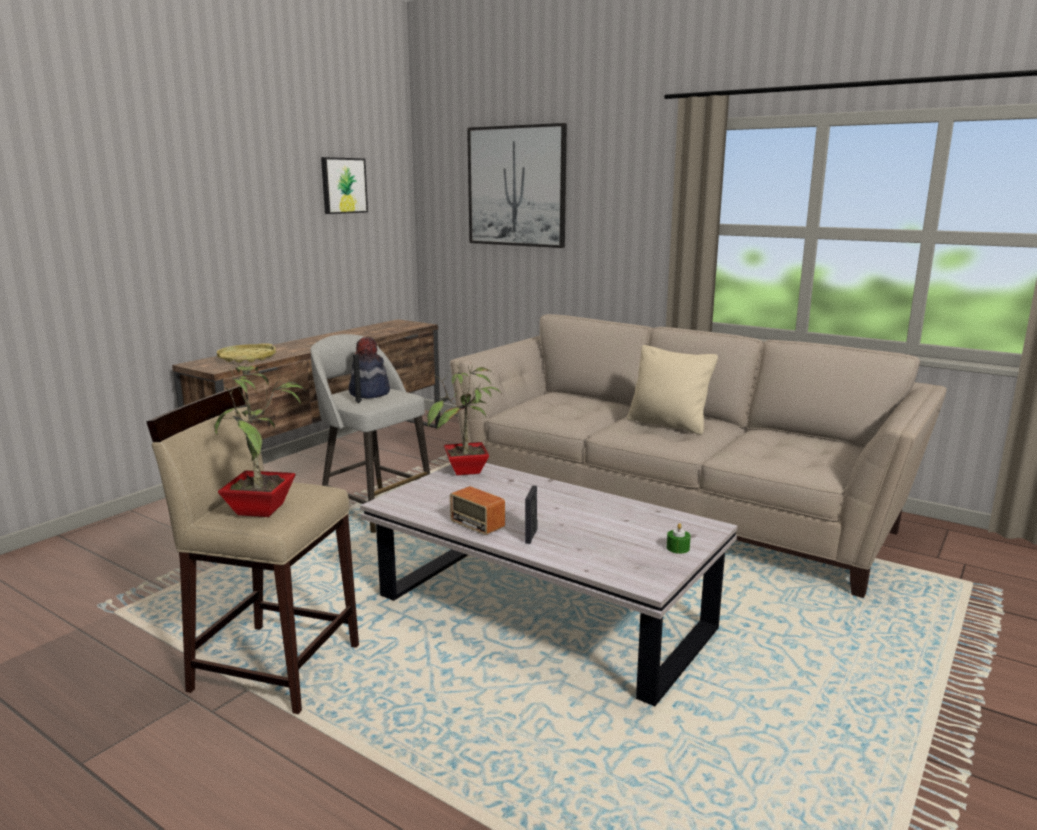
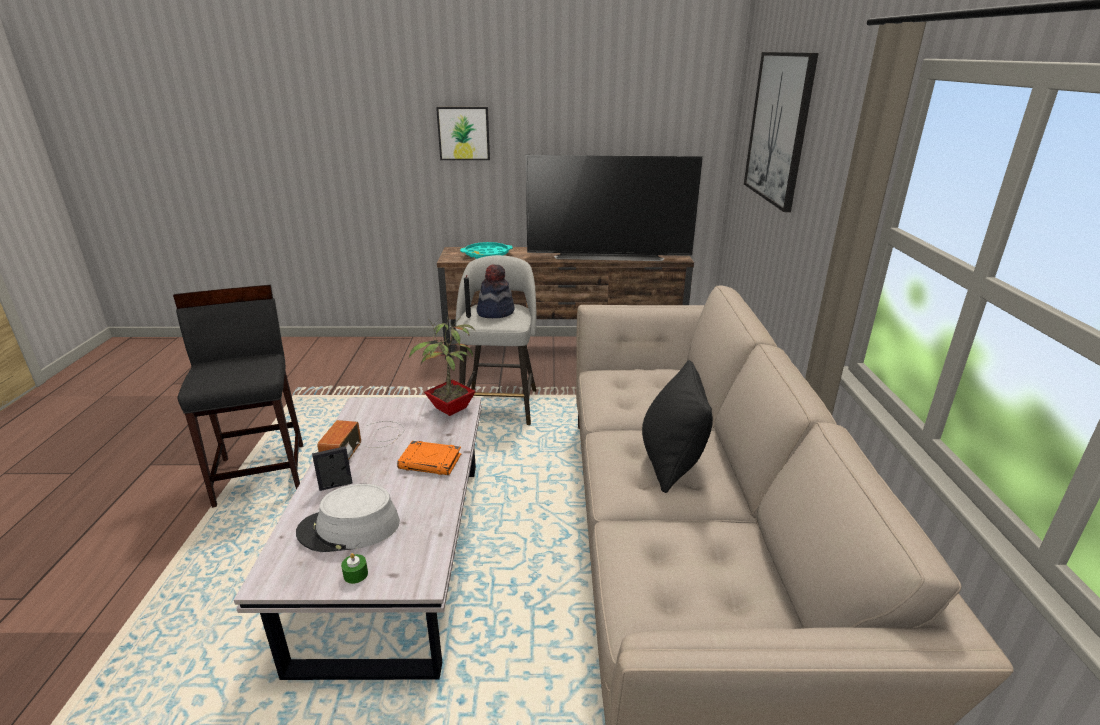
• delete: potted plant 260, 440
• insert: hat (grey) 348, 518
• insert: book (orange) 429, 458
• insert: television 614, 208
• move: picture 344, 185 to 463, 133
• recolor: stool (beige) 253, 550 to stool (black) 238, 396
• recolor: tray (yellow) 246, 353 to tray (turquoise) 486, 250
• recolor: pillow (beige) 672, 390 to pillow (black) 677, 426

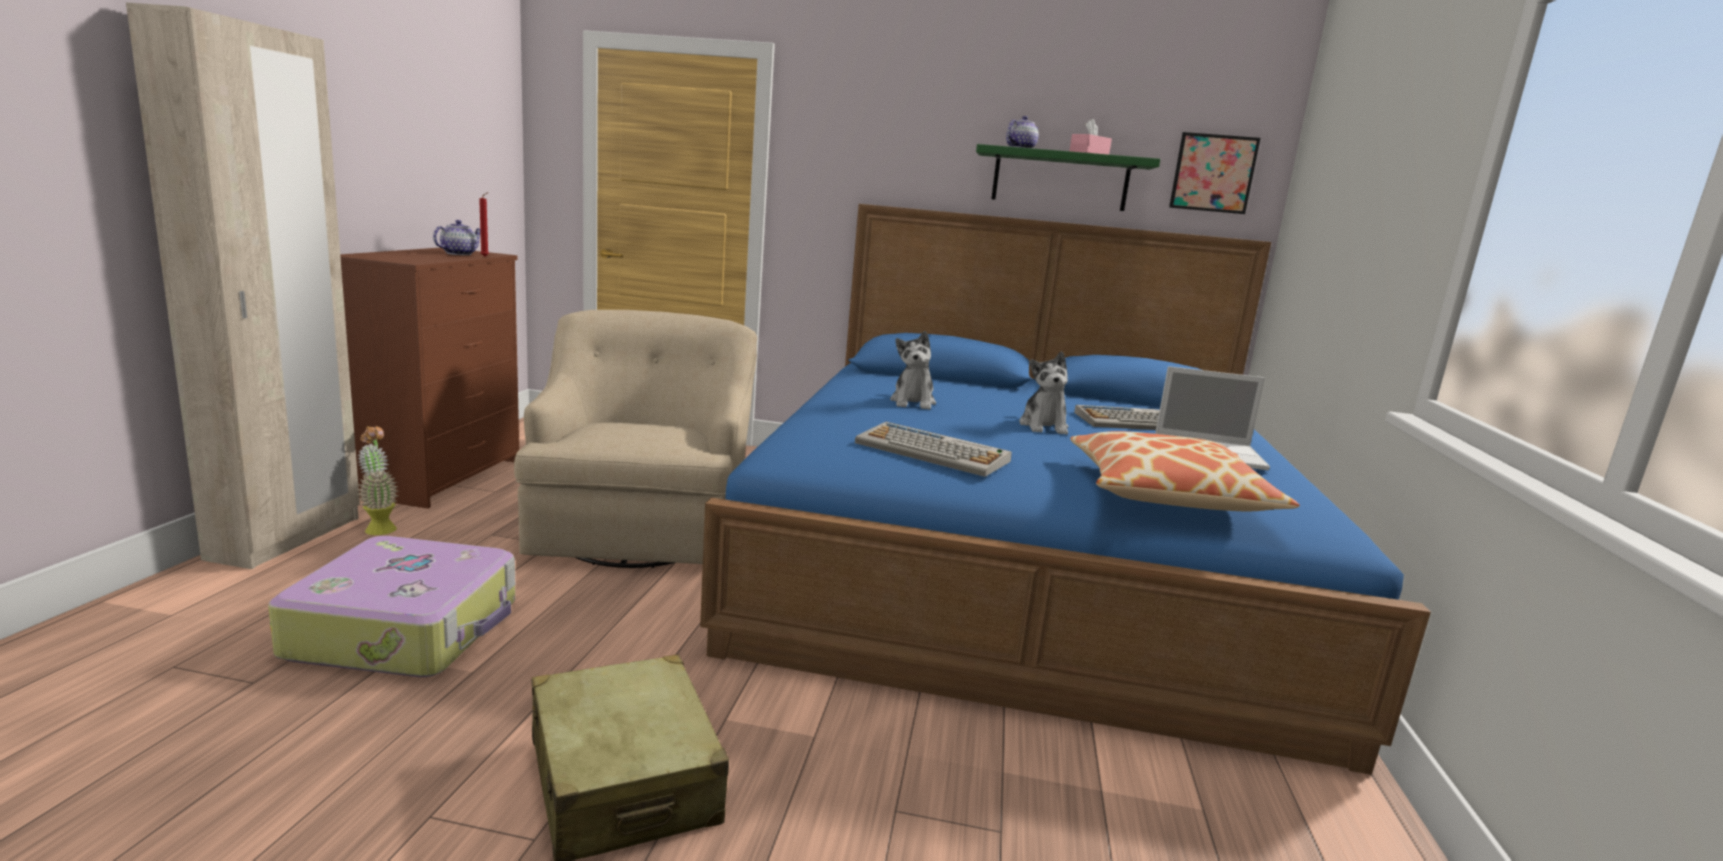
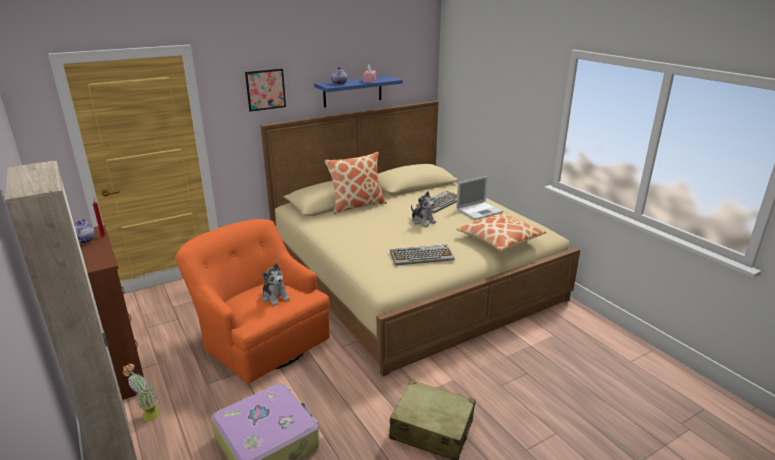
• insert: pillow 356, 183
• move: plush toy 913, 370 to 276, 284
• move: picture 1215, 173 to 265, 90
• recolor: armchair (beige) 635, 439 to armchair (orange) 252, 301
• recolor: bed (blue) 1065, 489 to bed (beige) 420, 238
• recolor: shelf (green) 1068, 177 to shelf (blue) 358, 92

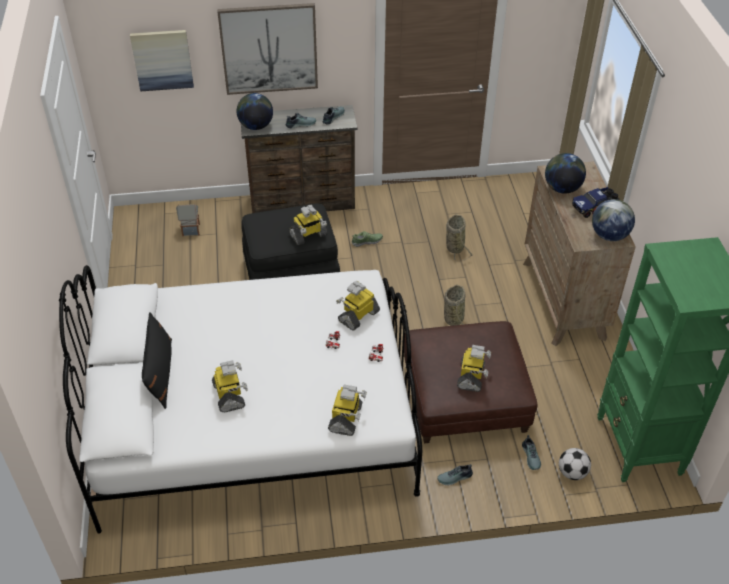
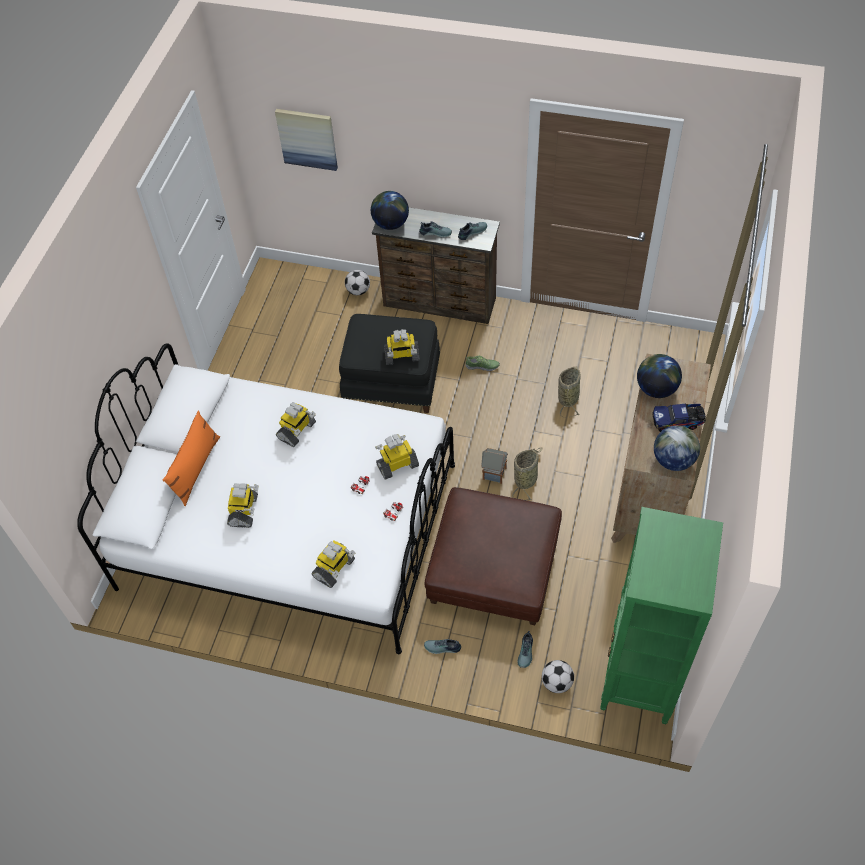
• delete: picture 267, 49
• insert: football 357, 282
• move: toy house 188, 220 to 494, 466
• move: toy robot 474, 368 to 296, 424
• recolor: pillow (black) 157, 360 to pillow (orange) 191, 458

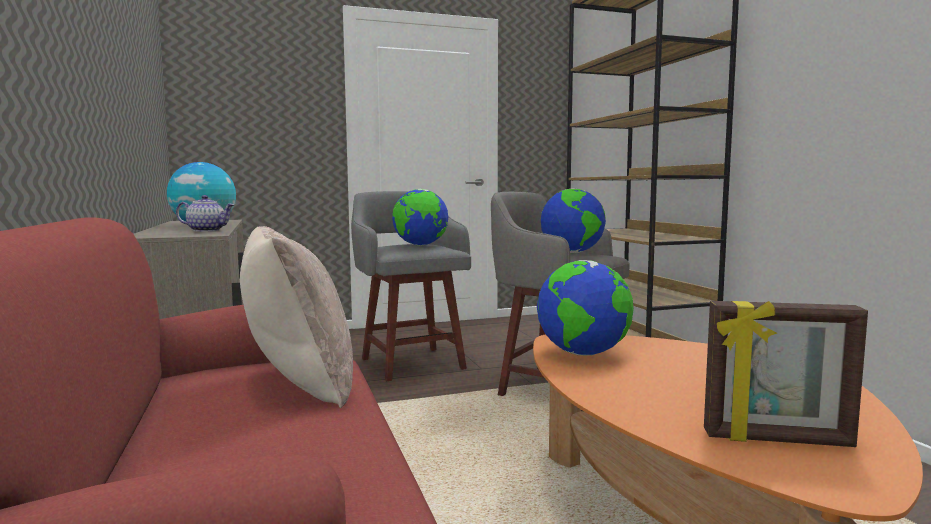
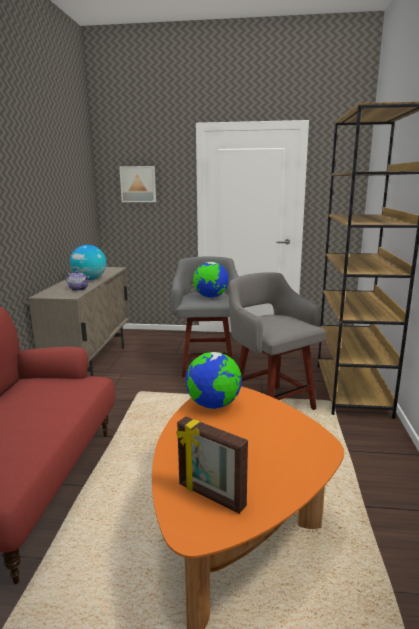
• delete: pillow (beige) 296, 317
• delete: globe 573, 220
• insert: picture 137, 184

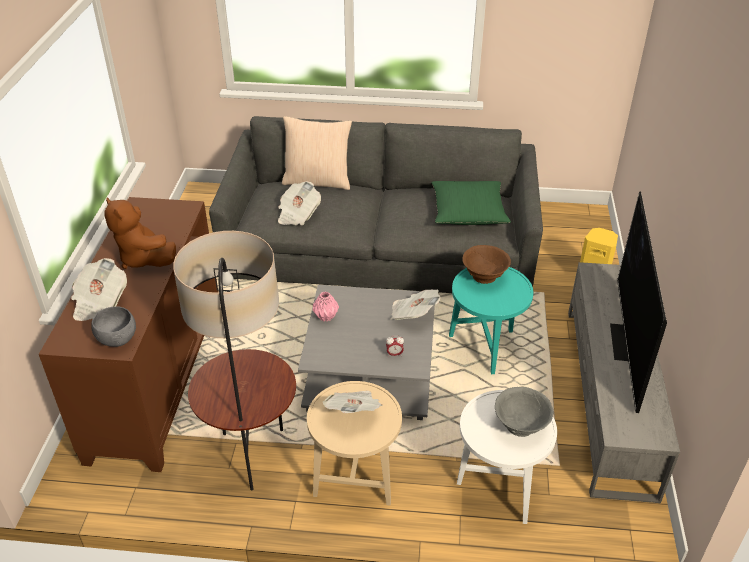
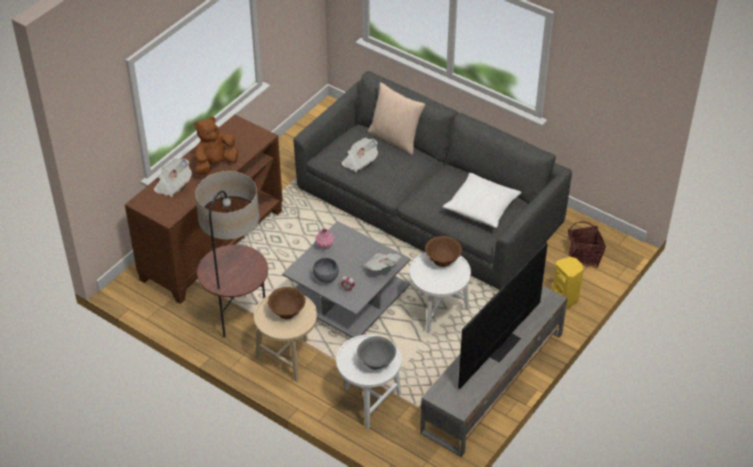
• insert: basket 587, 244
• move: bowl (grey) 113, 326 to 326, 270
• replace: newspaper 352, 401 to bowl (brown) 287, 303
• recolor: pillow (green) 471, 203 to pillow (white) 482, 200
• recolor: side table (turquoise) 491, 320 to side table (white) 440, 292
• rotate: plush toy (brown) 140, 233 = 216, 146 60 degrees clockwise

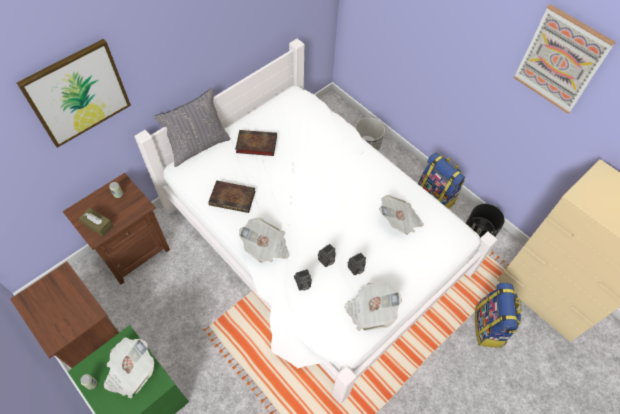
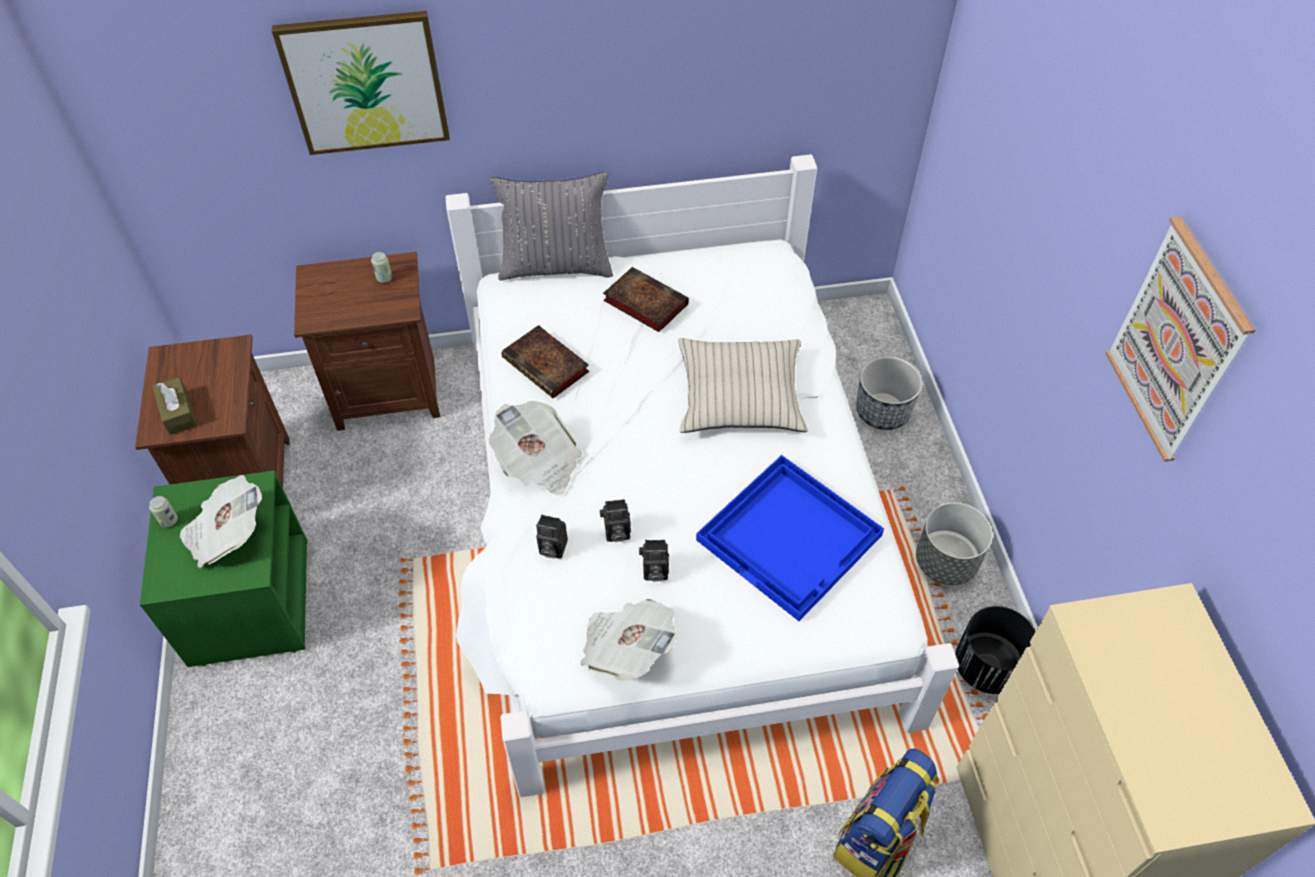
• insert: pillow (beige) 743, 385
• move: tissue box (brown) 96, 222 to 174, 406
• replace: newspaper 401, 214 to tray (blue) 790, 538
• replace: backpack 441, 181 to planter (grey) 954, 544

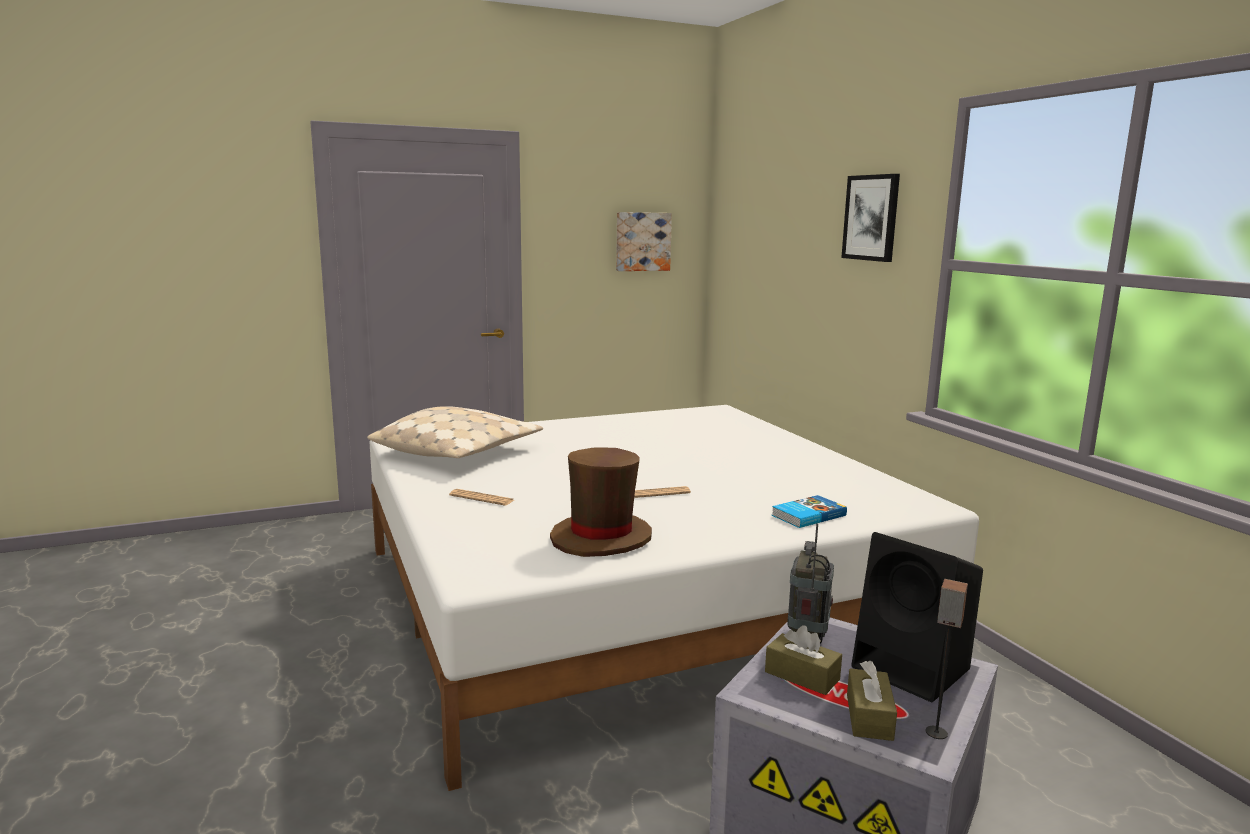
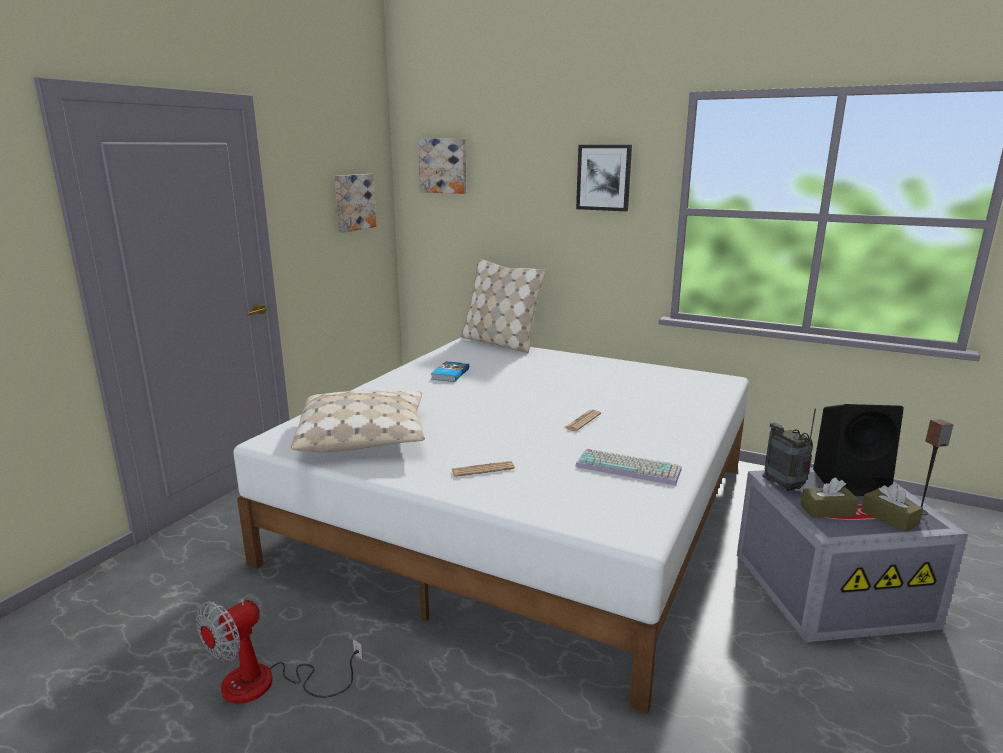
• insert: fan 279, 651
• insert: picture 442, 166
• insert: pillow (beige) 503, 306
• move: book 809, 511 to 450, 371
• replace: hat (brown) 601, 502 to keyboard 628, 467

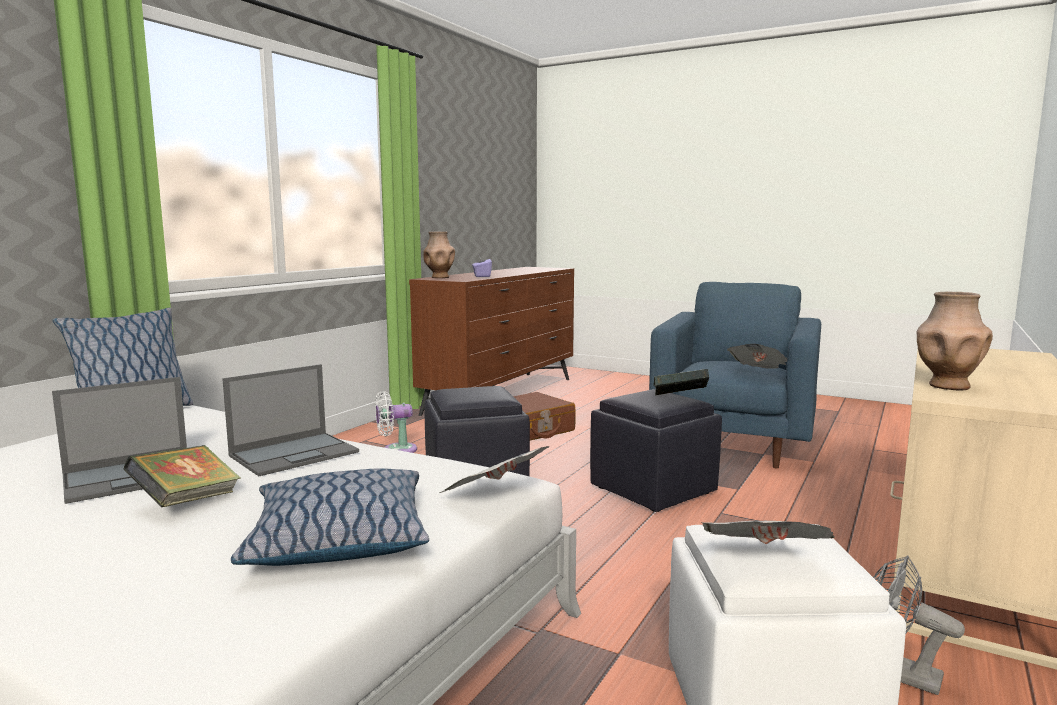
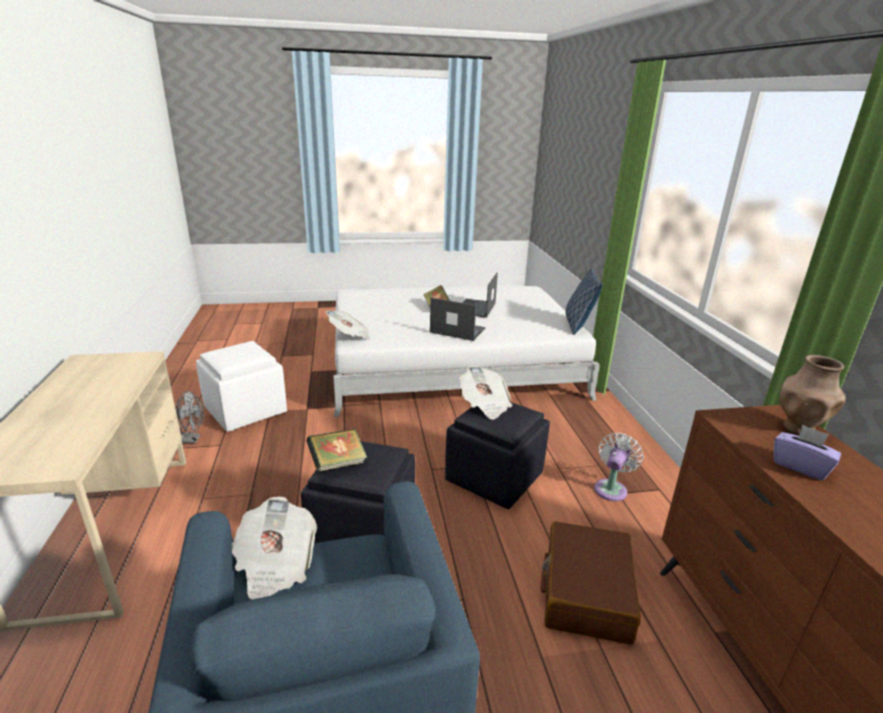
• delete: pillow 330, 517
• delete: vase (brown) 954, 341
• move: newspaper 768, 532 to 486, 392
• rotate: laptop 290, 420 = 458, 319 105 degrees clockwise

